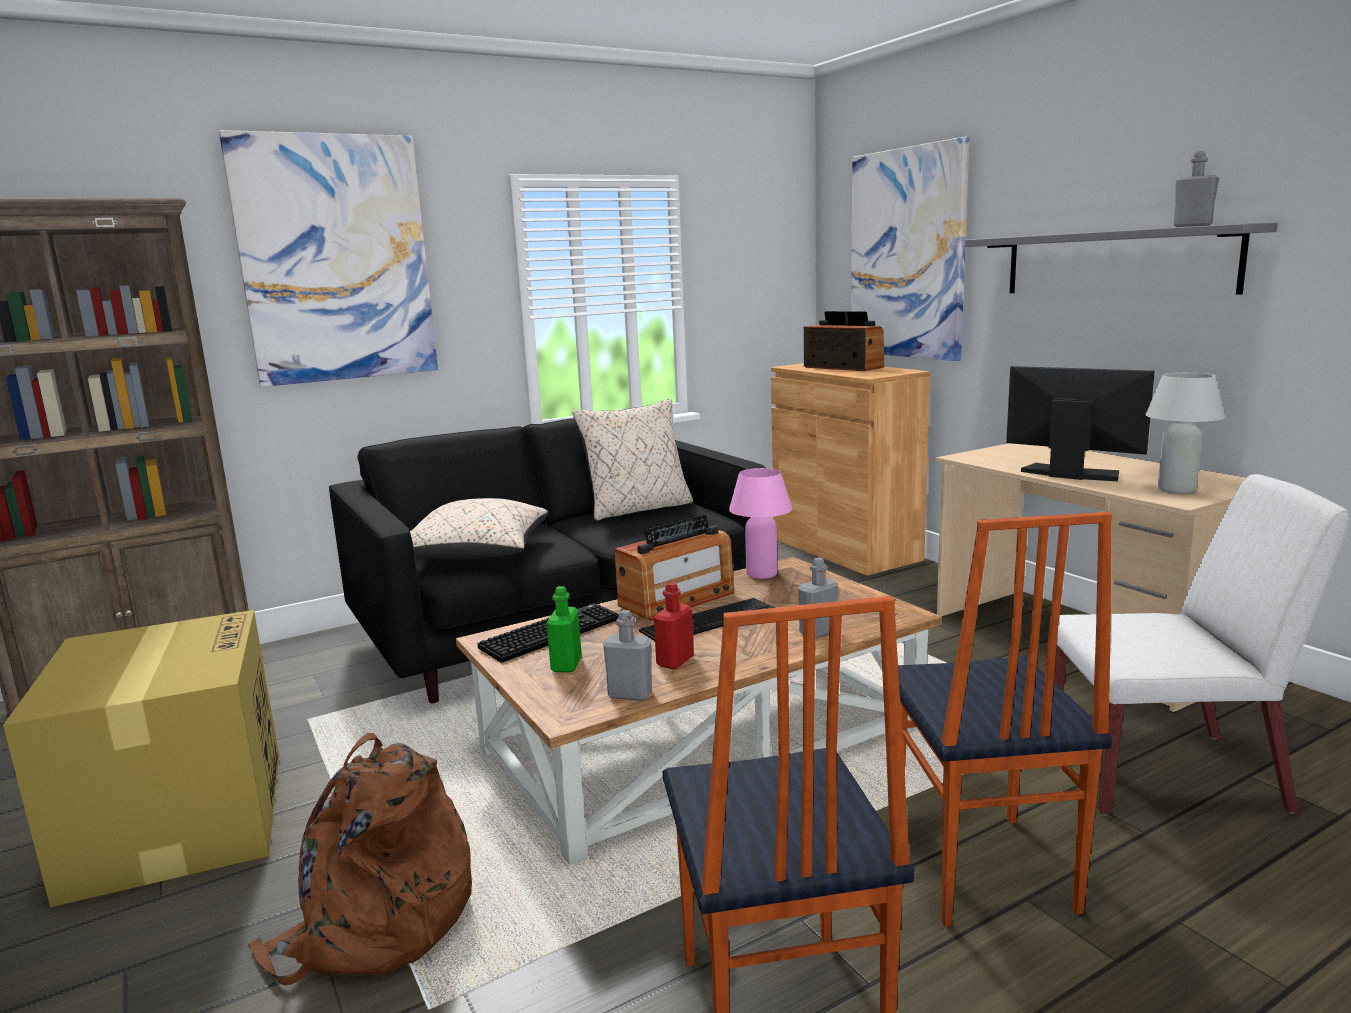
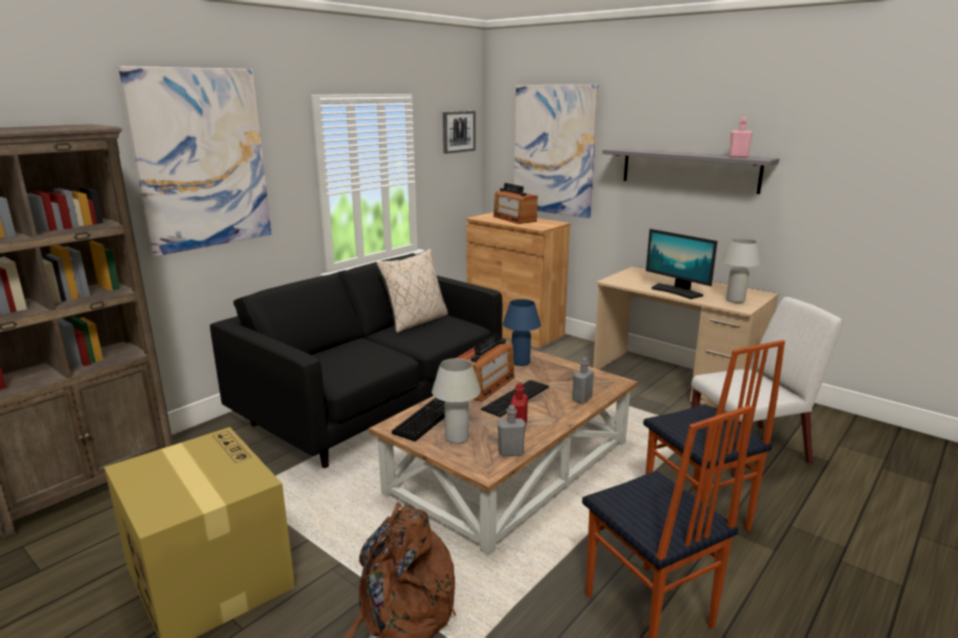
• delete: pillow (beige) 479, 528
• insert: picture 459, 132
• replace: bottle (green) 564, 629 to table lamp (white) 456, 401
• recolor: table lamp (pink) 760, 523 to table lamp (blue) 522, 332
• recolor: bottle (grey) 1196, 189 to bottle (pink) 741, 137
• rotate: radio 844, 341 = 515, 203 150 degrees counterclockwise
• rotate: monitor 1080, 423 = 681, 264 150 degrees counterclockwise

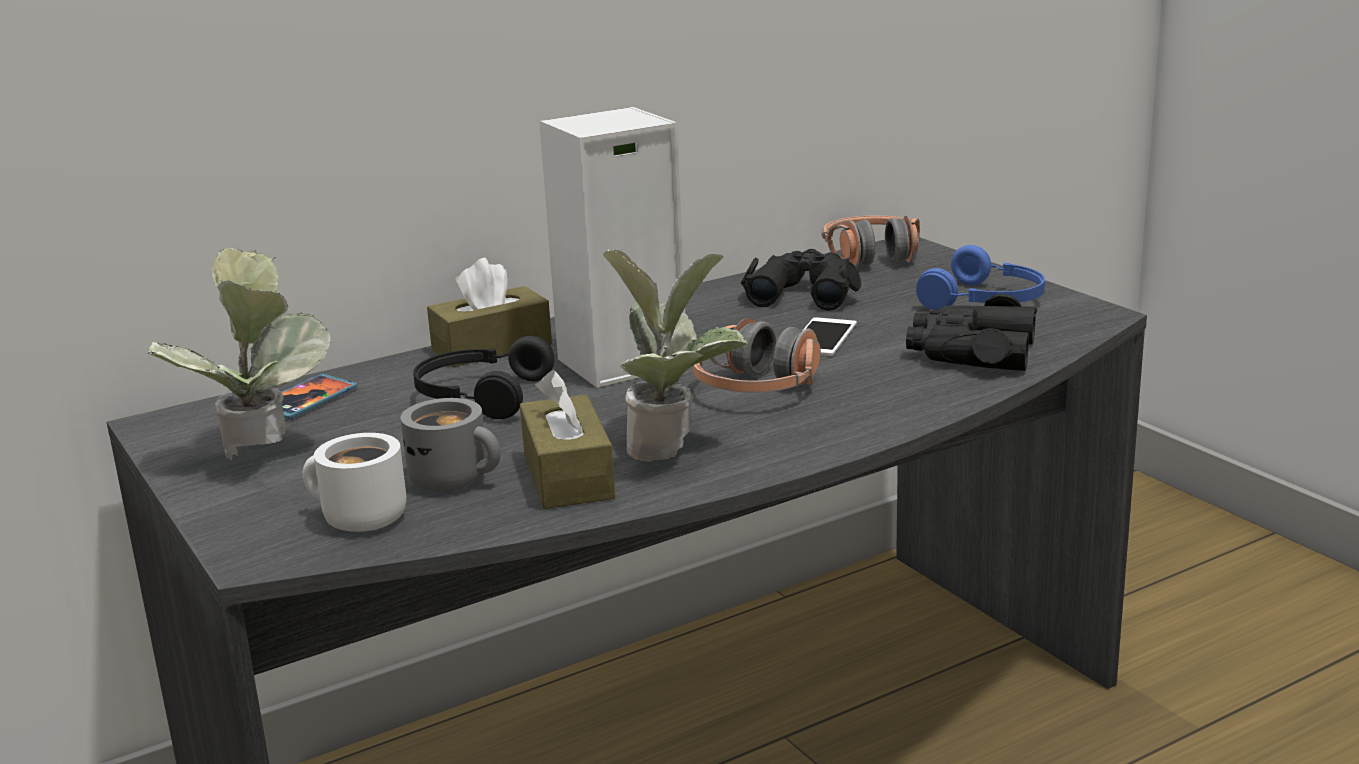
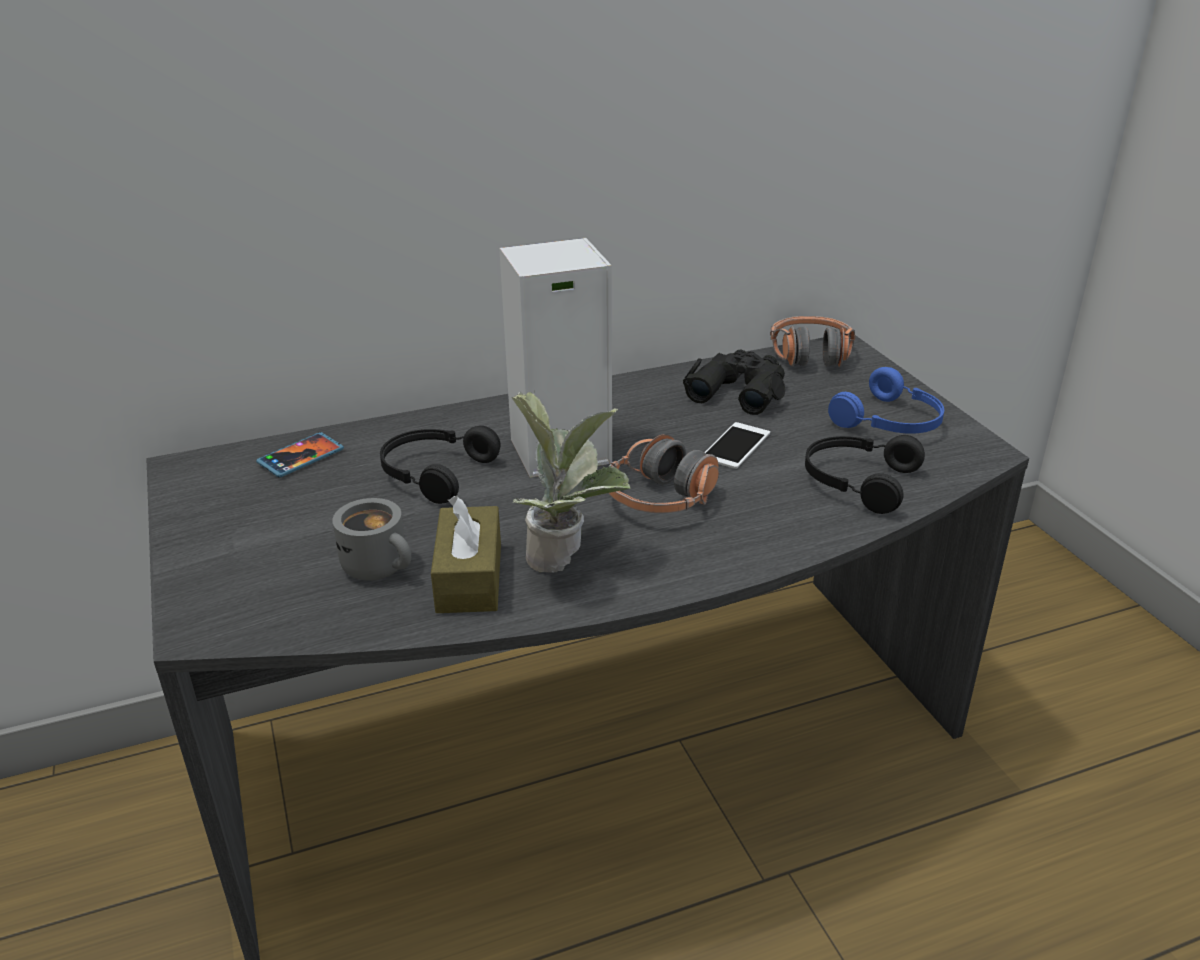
• delete: potted plant 239, 354
• delete: mug (white) 354, 482
• delete: tissue box (brown) 489, 312
• replace: binoculars (black) 971, 332 to headphones (black) 865, 474

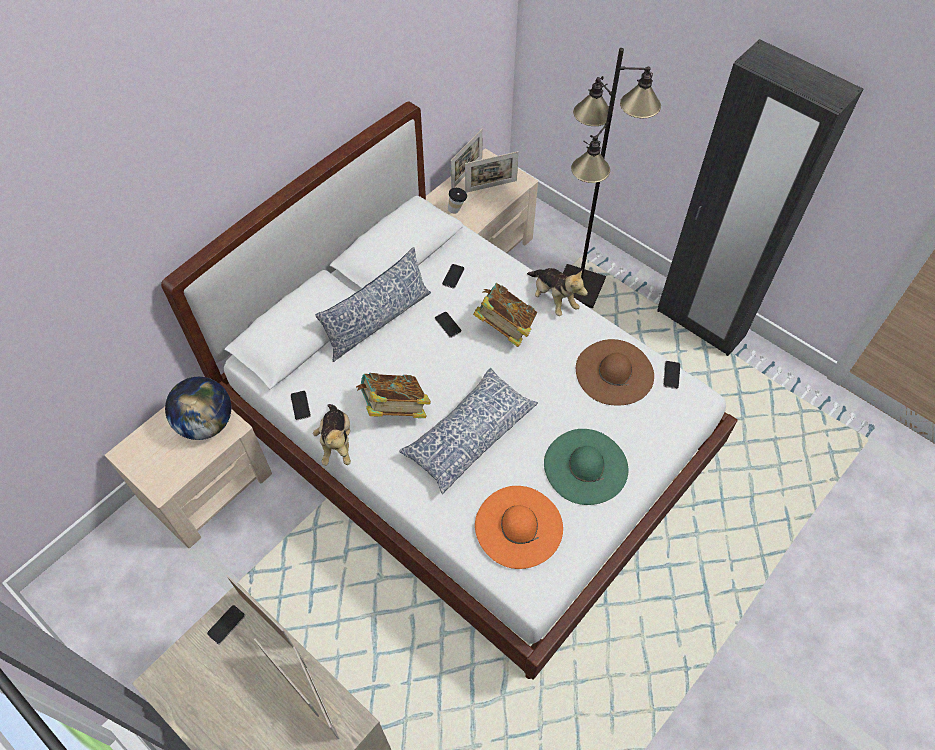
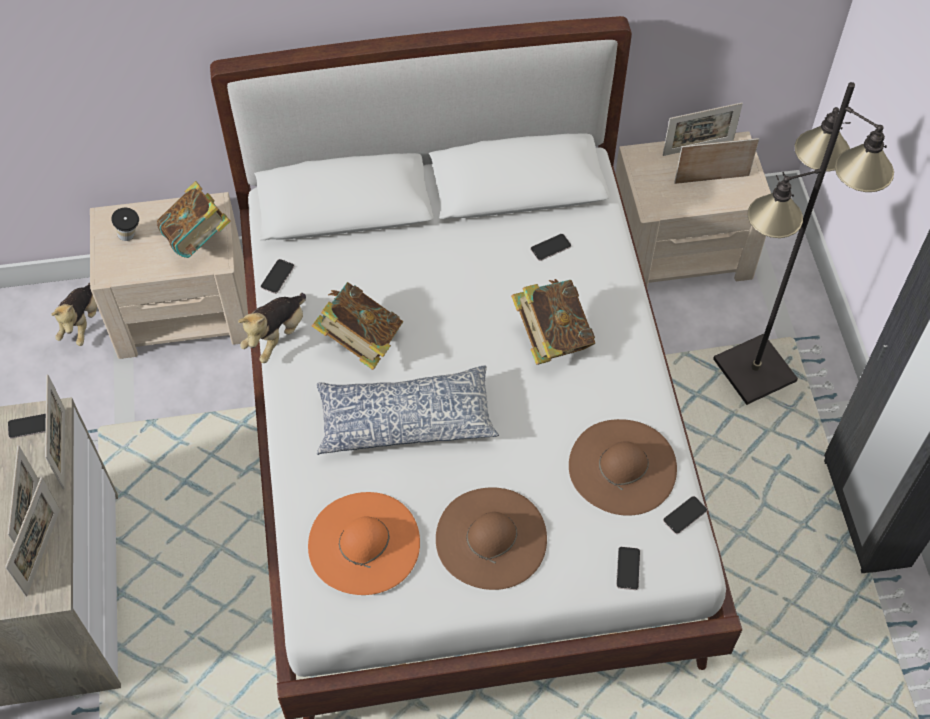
• delete: pillow 373, 304
• move: phone 448, 325 to 628, 568
• move: cup 457, 201 to 125, 224
• move: plush toy 557, 292 to 74, 314
• replace: globe 198, 408 to book 194, 219
• recolor: hat (green) 586, 467 to hat (brown) 491, 538
• rotate: picture frame 492, 172 = 716, 161 150 degrees clockwise

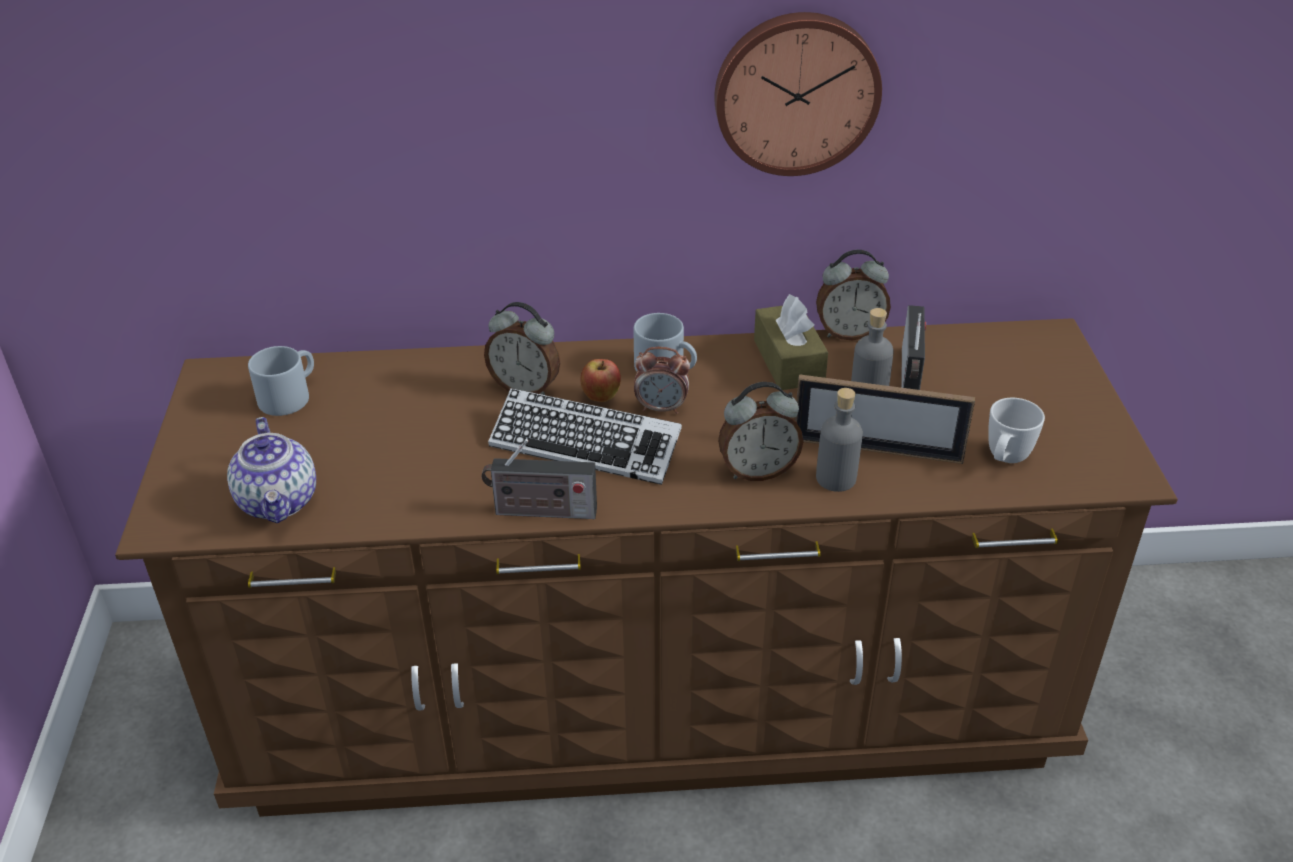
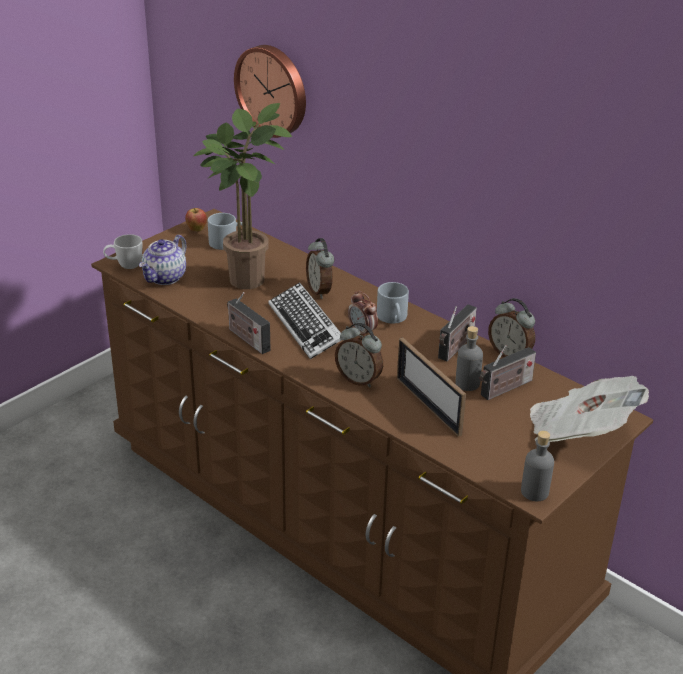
• insert: potted plant 242, 196
• insert: newspaper 589, 409
• move: apple 601, 380 to 196, 220
• move: wall clock 798, 94 to 270, 91
• move: bottle (grey) 839, 440 to 537, 466
• move: mug (white) 1016, 430 to 122, 251
• replace: tissue box (brown) 791, 342 to radio 457, 332

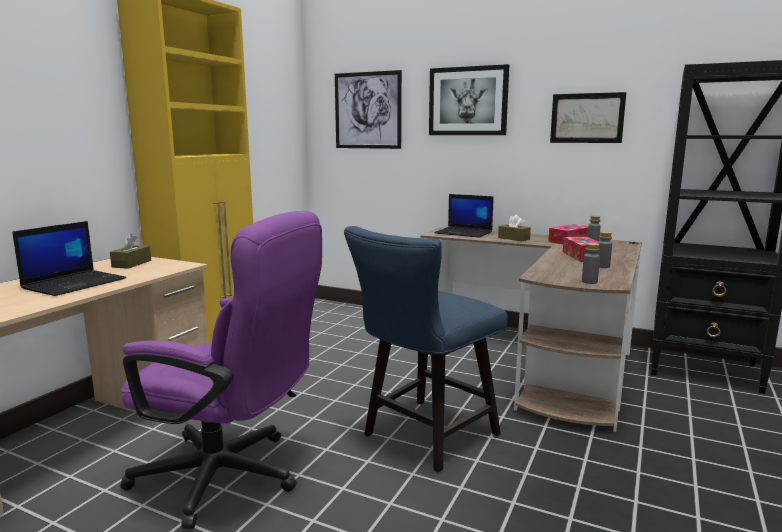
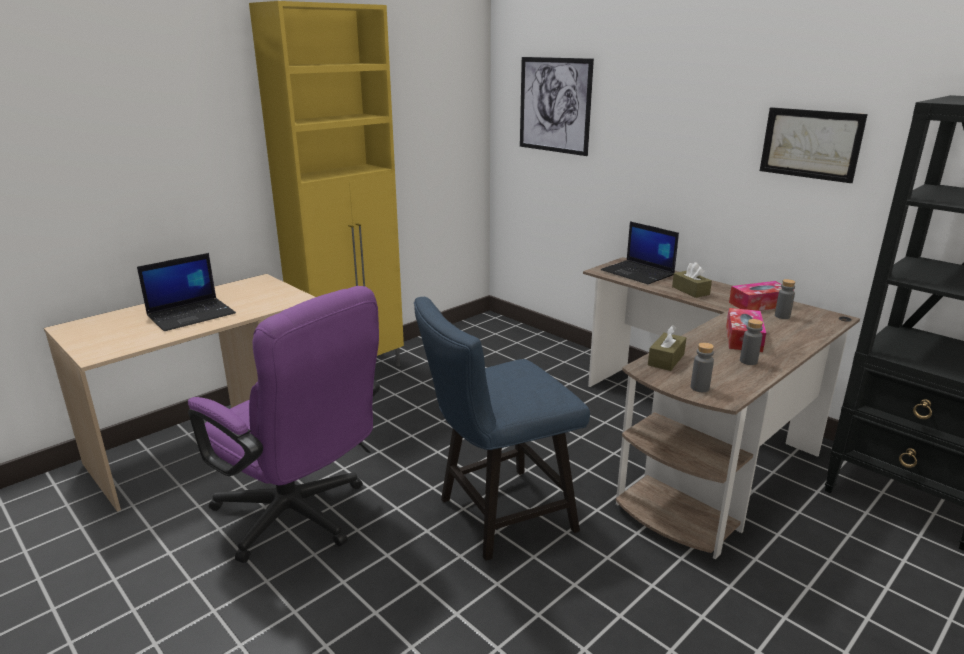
• delete: picture 469, 99
• move: tissue box (brown) 130, 251 to 667, 348

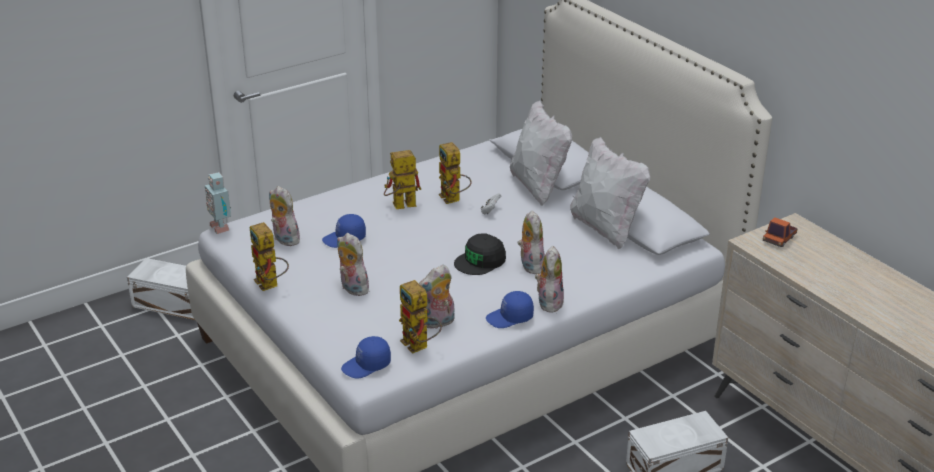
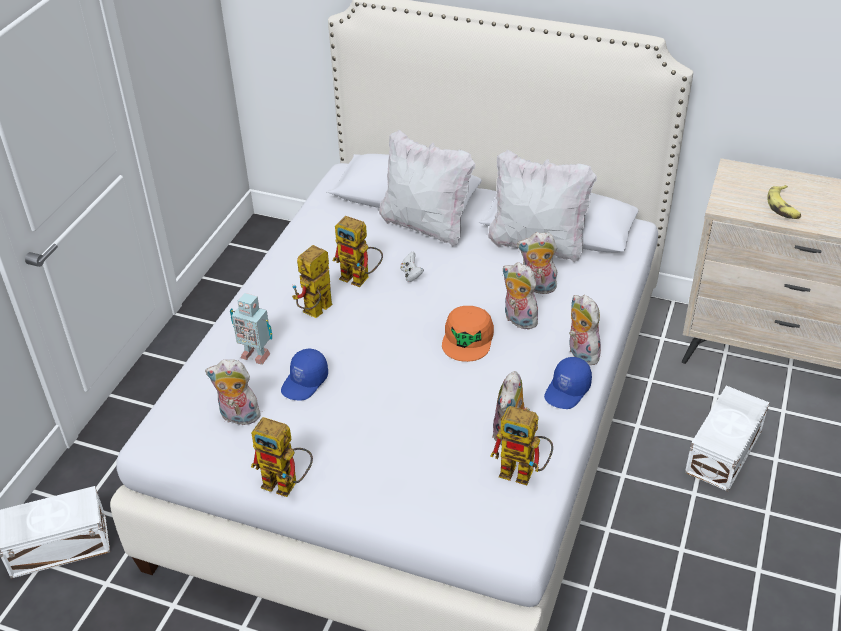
• delete: cap (blue) 366, 357
• delete: toy truck 780, 232
• insert: banana 784, 202
• move: toy robot 218, 203 to 251, 329
• move: plush toy 353, 264 to 537, 263
• recolor: cap (black) 480, 254 to cap (orange) 468, 334

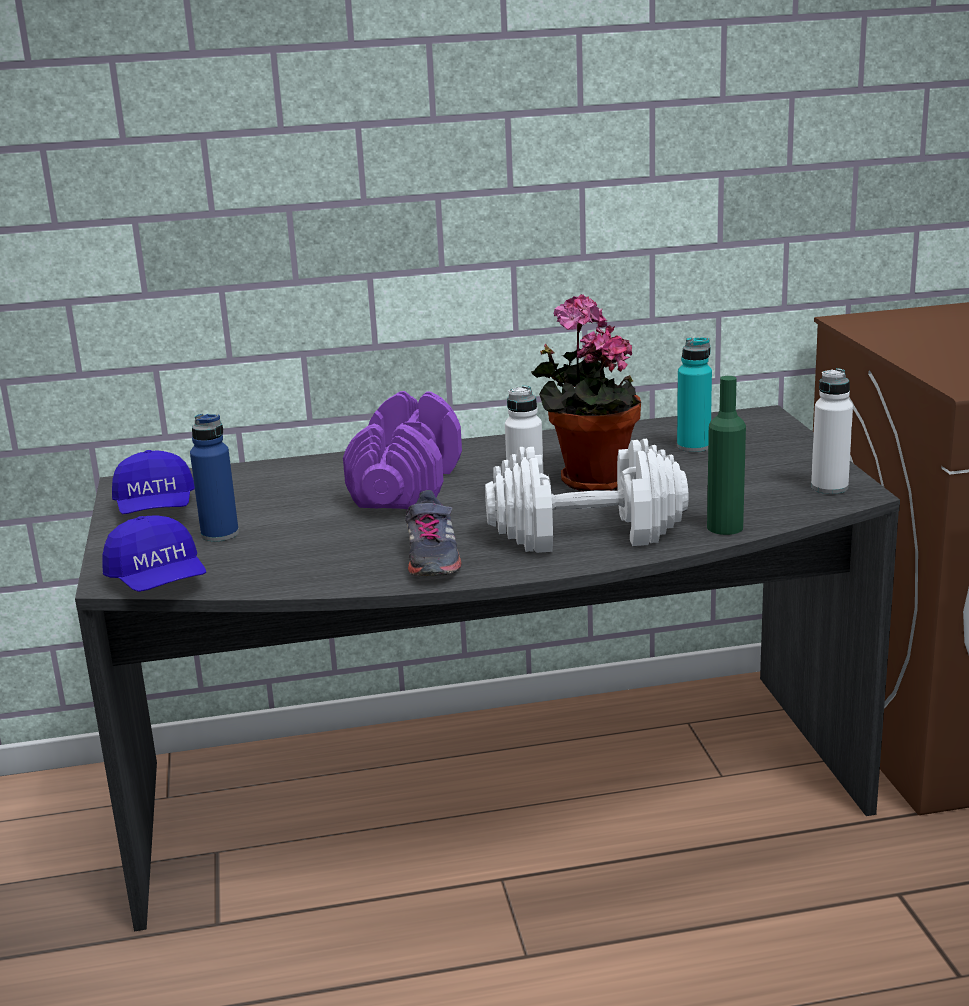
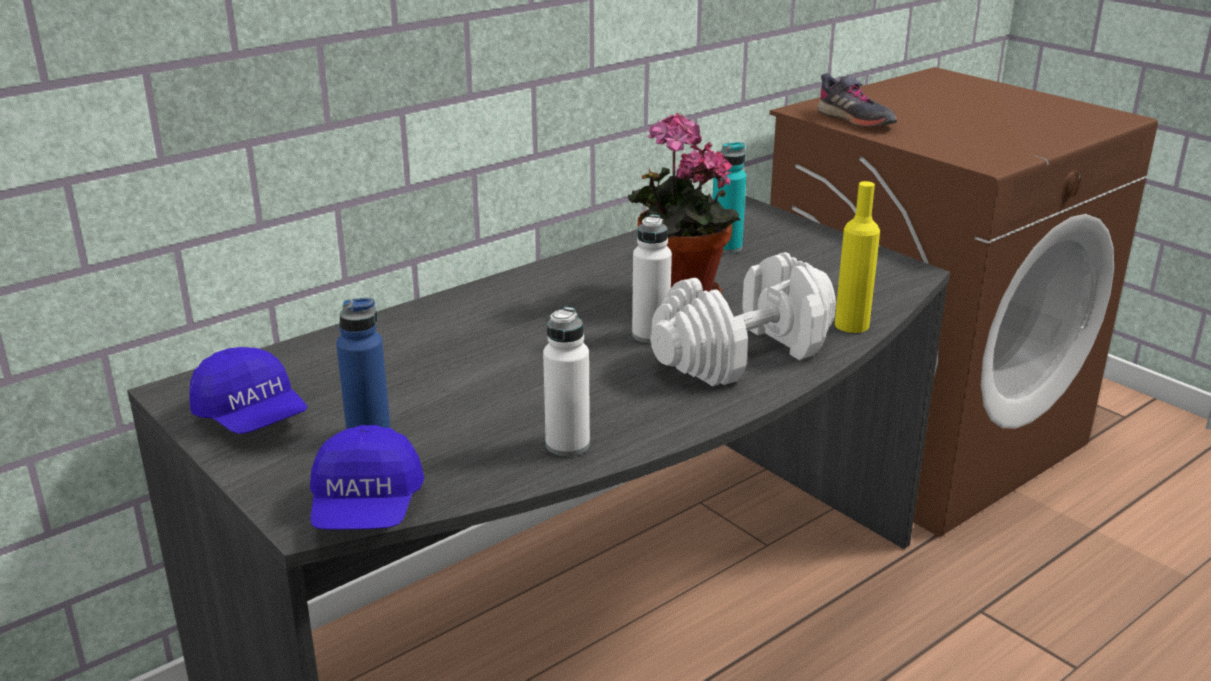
• delete: dumbbell (purple) 402, 450
• move: shoe (grey) 433, 533 to 857, 100
• move: bottle (white) 832, 431 to 566, 381
• recolor: bottle (green) 726, 455 to bottle (yellow) 857, 257
• rotate: cap (blue) 154, 554 = 367, 477 60 degrees clockwise

